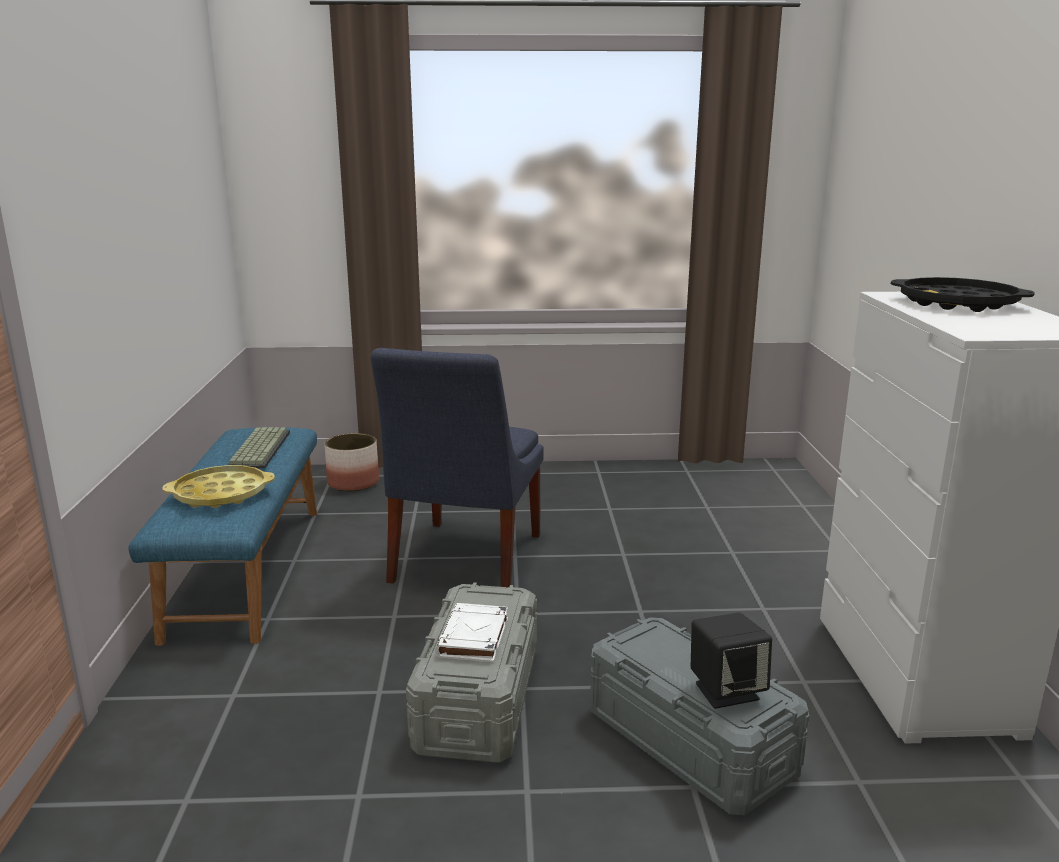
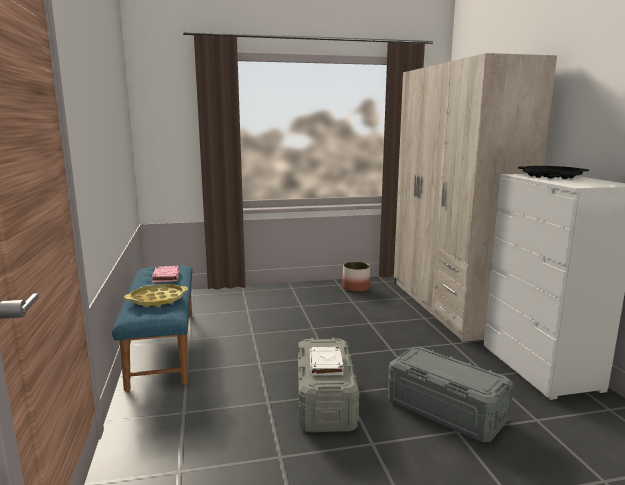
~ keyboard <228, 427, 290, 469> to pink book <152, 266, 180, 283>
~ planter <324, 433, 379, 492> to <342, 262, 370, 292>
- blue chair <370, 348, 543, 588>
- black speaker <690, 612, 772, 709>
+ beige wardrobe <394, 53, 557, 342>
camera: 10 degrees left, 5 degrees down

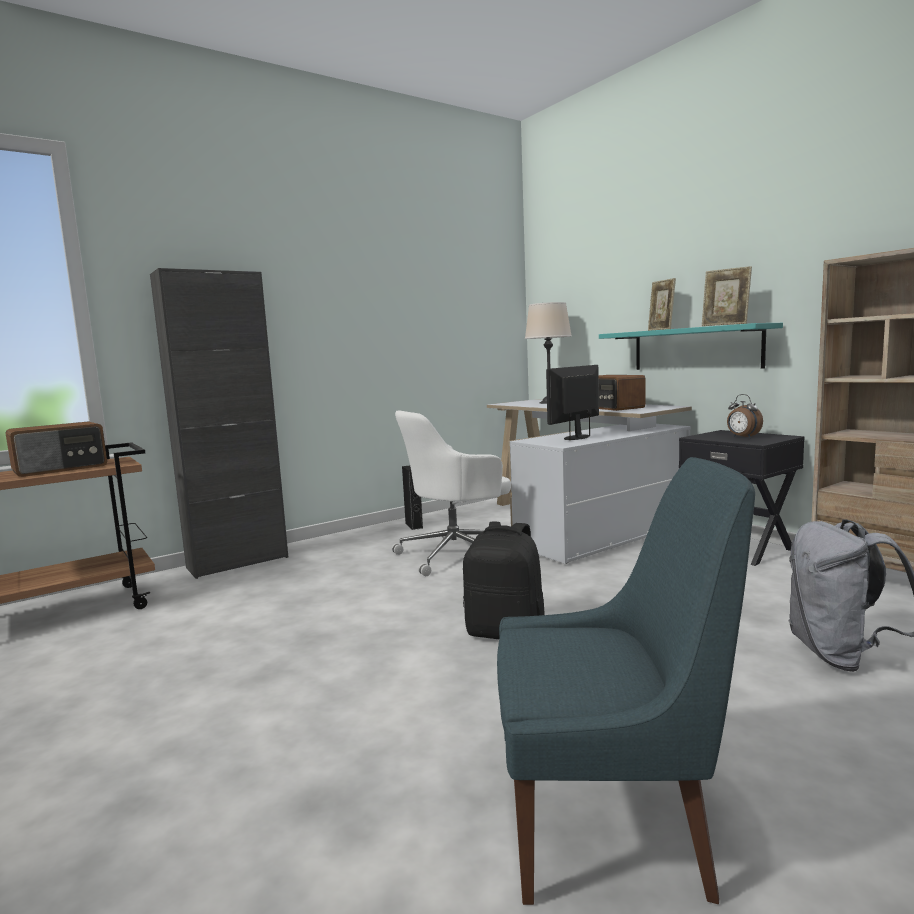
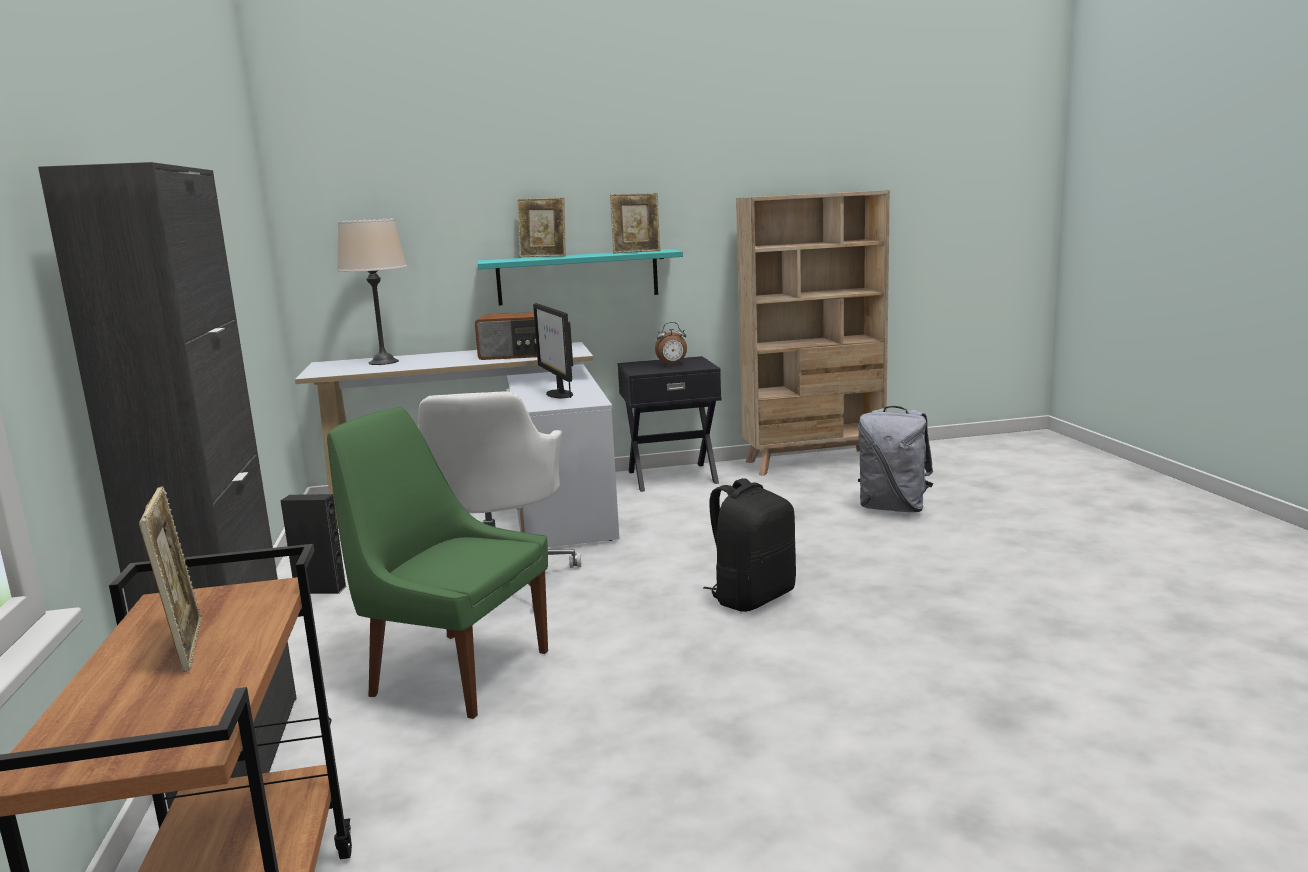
~ radio <5, 421, 107, 477> to picture frame <139, 486, 202, 672>
- blue chair <497, 457, 755, 905>
+ green chair <327, 407, 548, 719>
camera: 65 degrees left, 5 degrees up

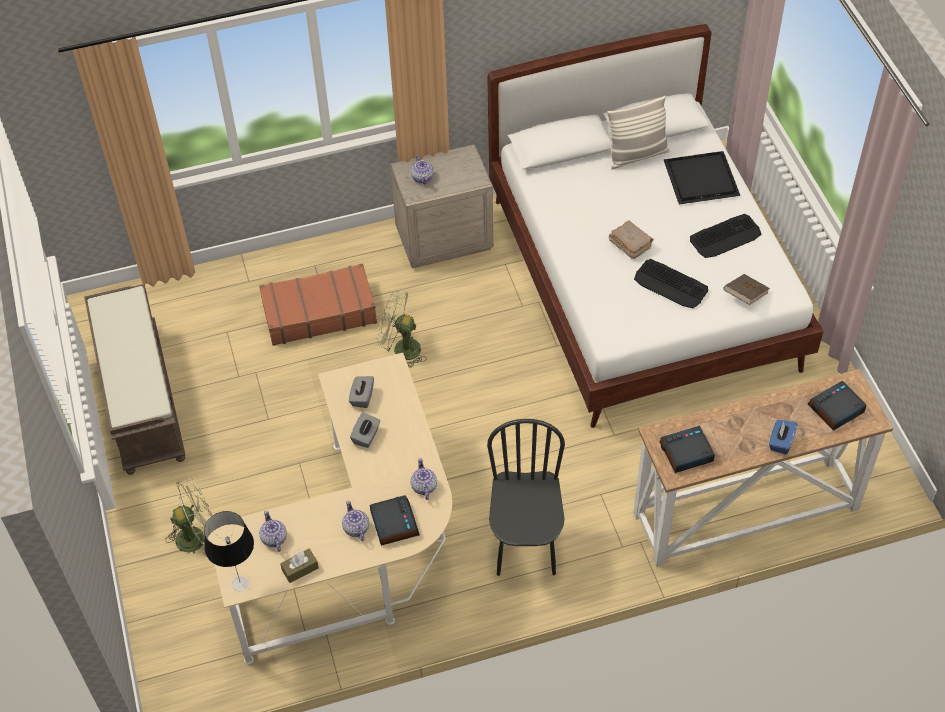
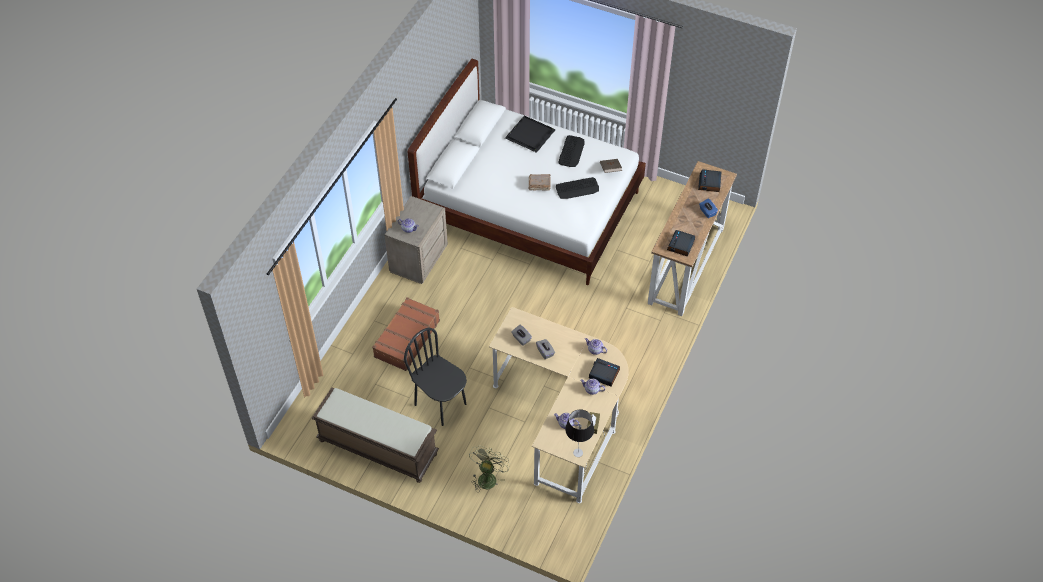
- green fan <376, 291, 427, 368>
~ black chair <487, 419, 565, 576> to <404, 328, 467, 426>
- pillow <607, 96, 670, 170>
camera: 50 degrees left, 0 degrees up

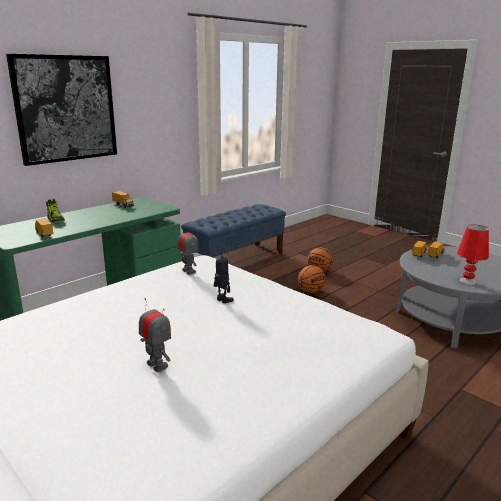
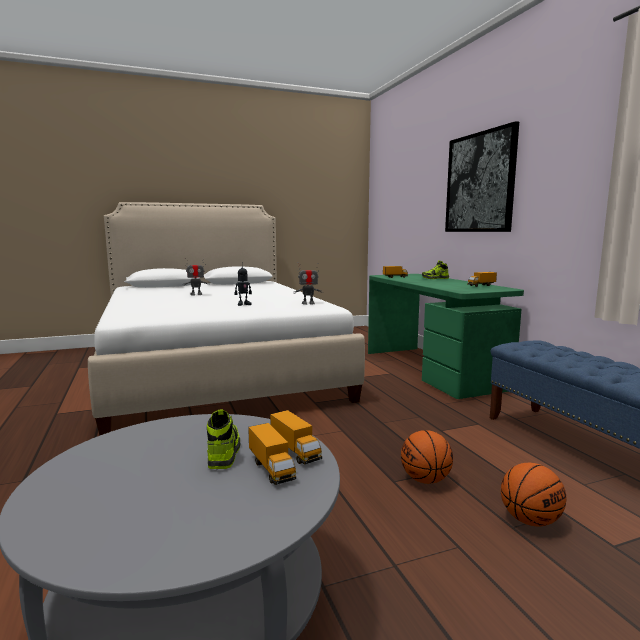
- red table lamp <457, 225, 489, 285>
+ shoe <207, 409, 240, 469>
camera: 115 degrees right, 10 degrees down

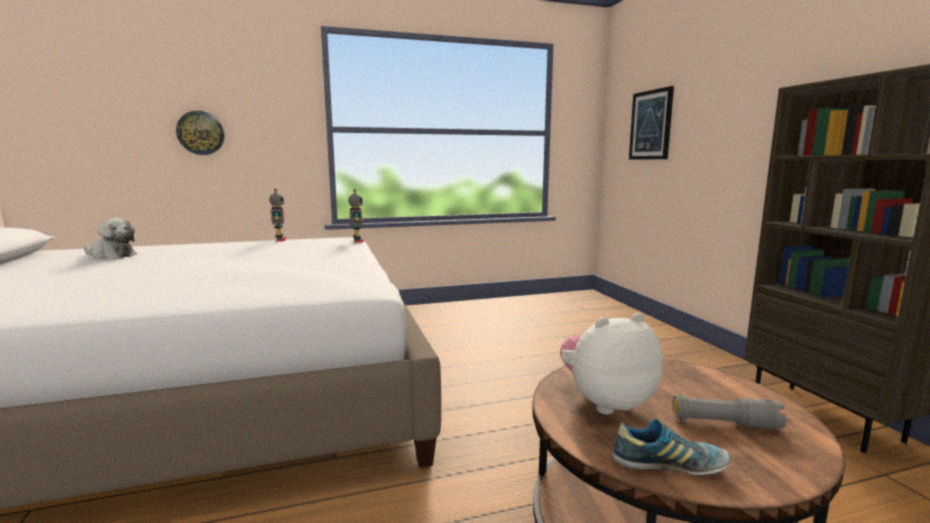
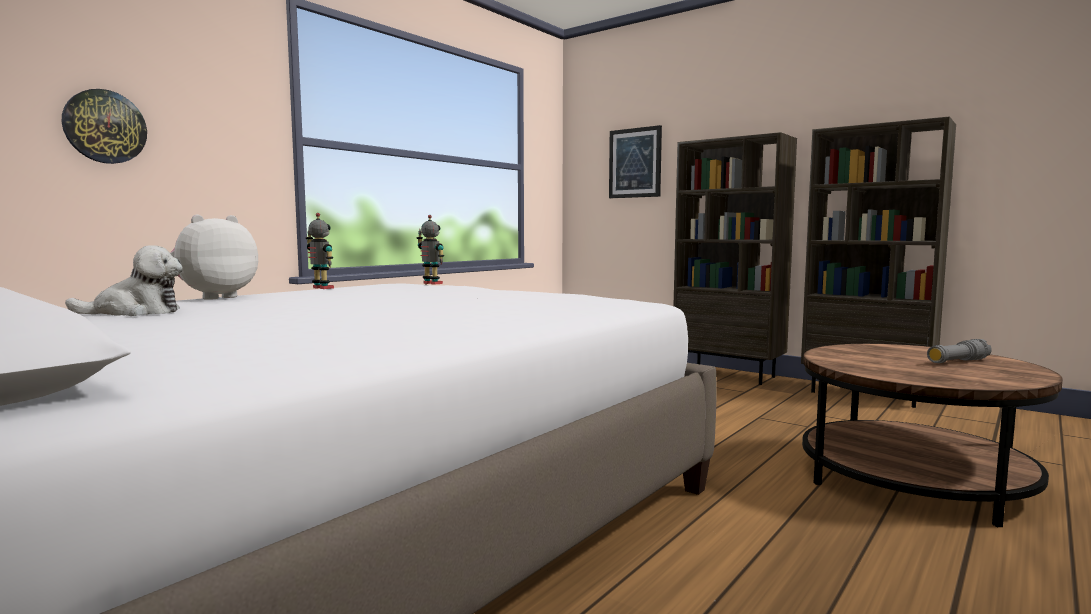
~ plush toy <560, 313, 663, 414> to <170, 215, 258, 300>
- shoe <613, 419, 731, 475>
+ brown bookcase <673, 132, 797, 385>
camera: 35 degrees left, 5 degrees down

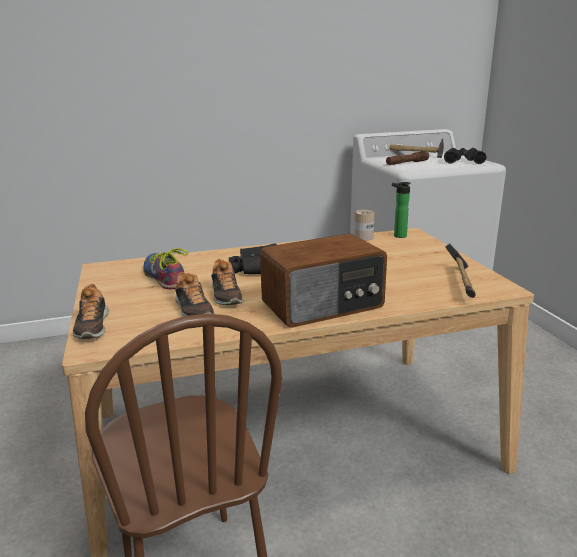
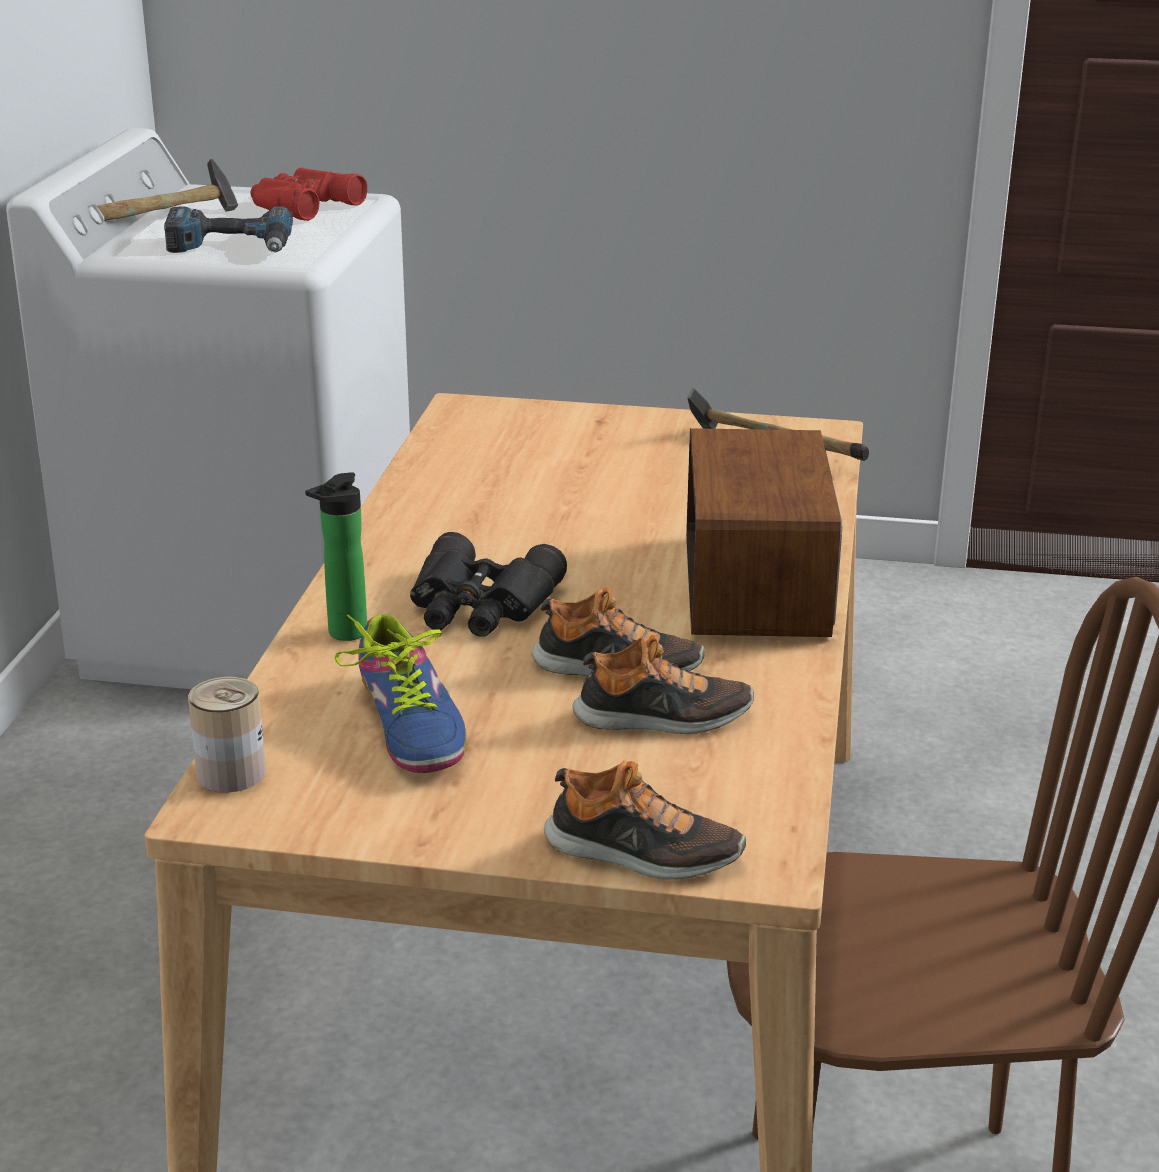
~ shoe <143, 248, 188, 289> = <335, 614, 467, 773> 105 degrees counterclockwise
~ can <354, 210, 374, 241> to <188, 677, 266, 792>
~ brown flashlight <386, 151, 429, 165> to power drill <164, 206, 293, 253>
~ bottle <392, 182, 411, 238> to <305, 472, 367, 641>
~ black binoculars <444, 148, 487, 164> to red binoculars <250, 167, 367, 221>
camera: 65 degrees left, 5 degrees up

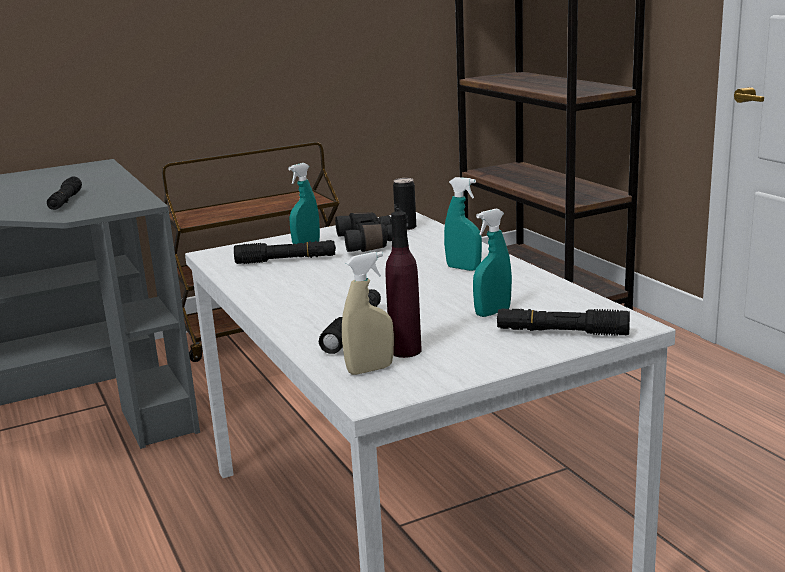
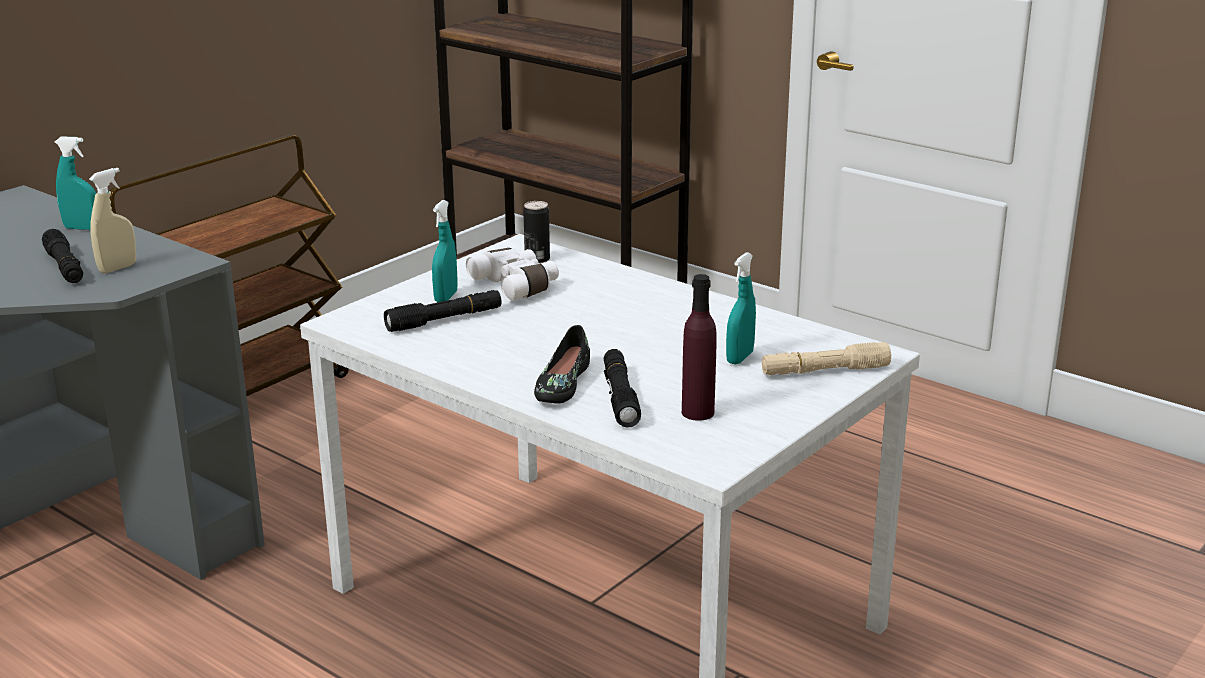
~ black binoculars <335, 212, 392, 252> to white binoculars <466, 248, 559, 301>
~ beige spray bottle <342, 252, 394, 375> to <89, 168, 136, 273>
~ turquoise spray bottle <444, 177, 482, 271> to <55, 137, 96, 230>
~ black flashlight <497, 309, 630, 336> to beige flashlight <762, 342, 891, 375>
+ black shoe <534, 325, 590, 404>
camera: 25 degrees left, 5 degrees up

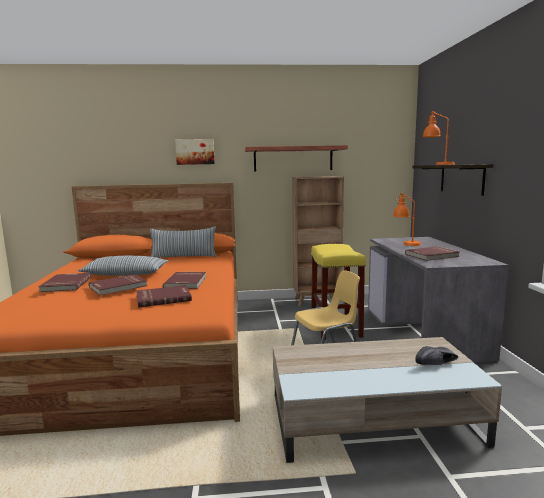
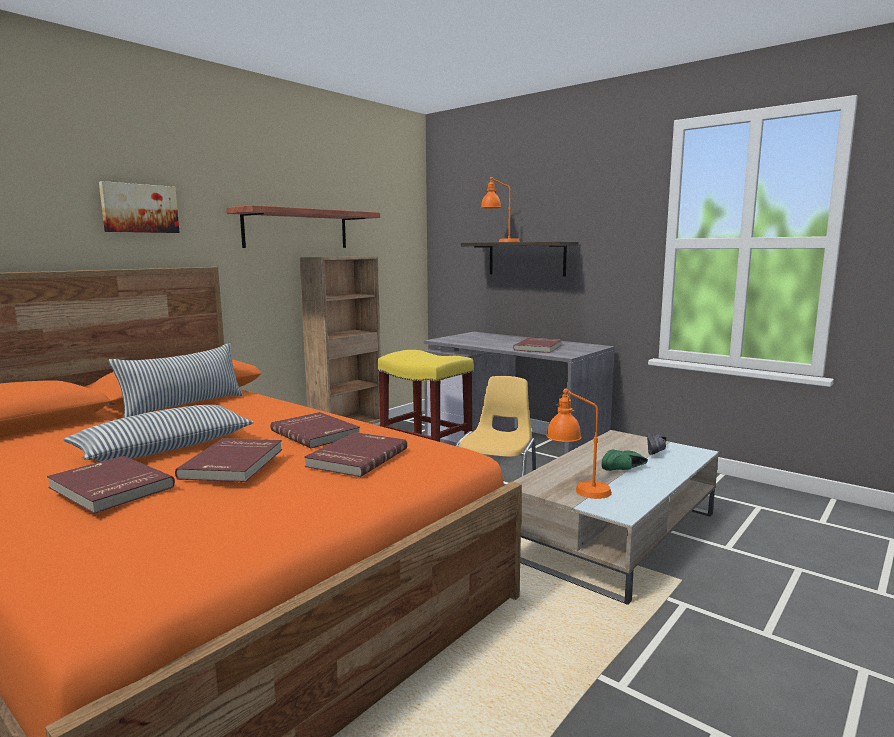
~ orange table lamp <393, 193, 421, 246> to <546, 388, 612, 499>
+ green shoe <602, 449, 648, 471>
camera: 45 degrees left, 0 degrees up

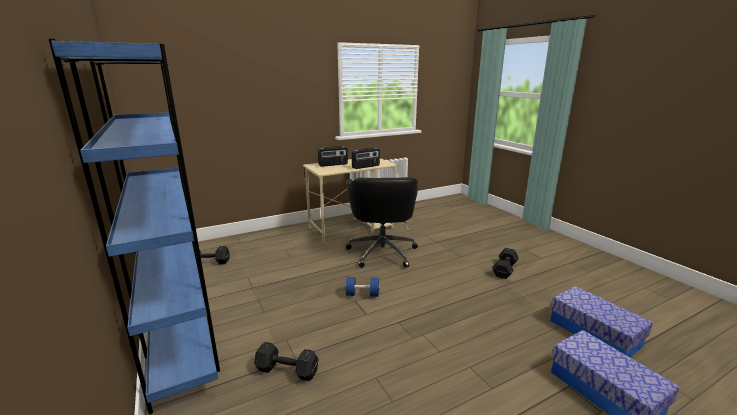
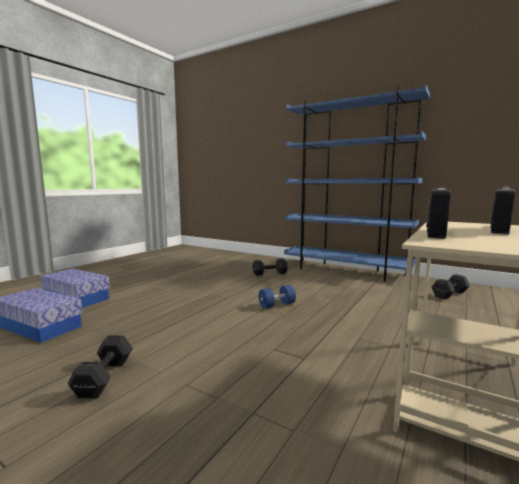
- black office chair <346, 177, 418, 268>
camera: 150 degrees right, 10 degrees down

